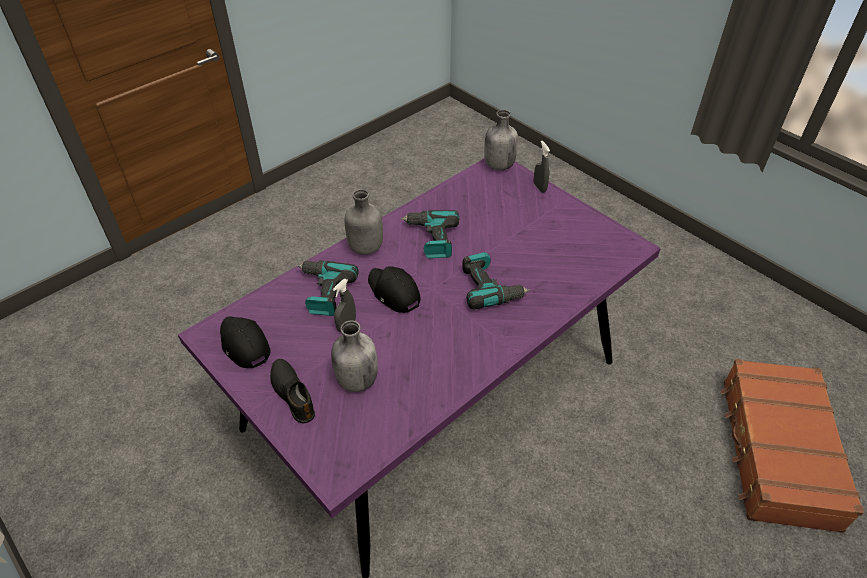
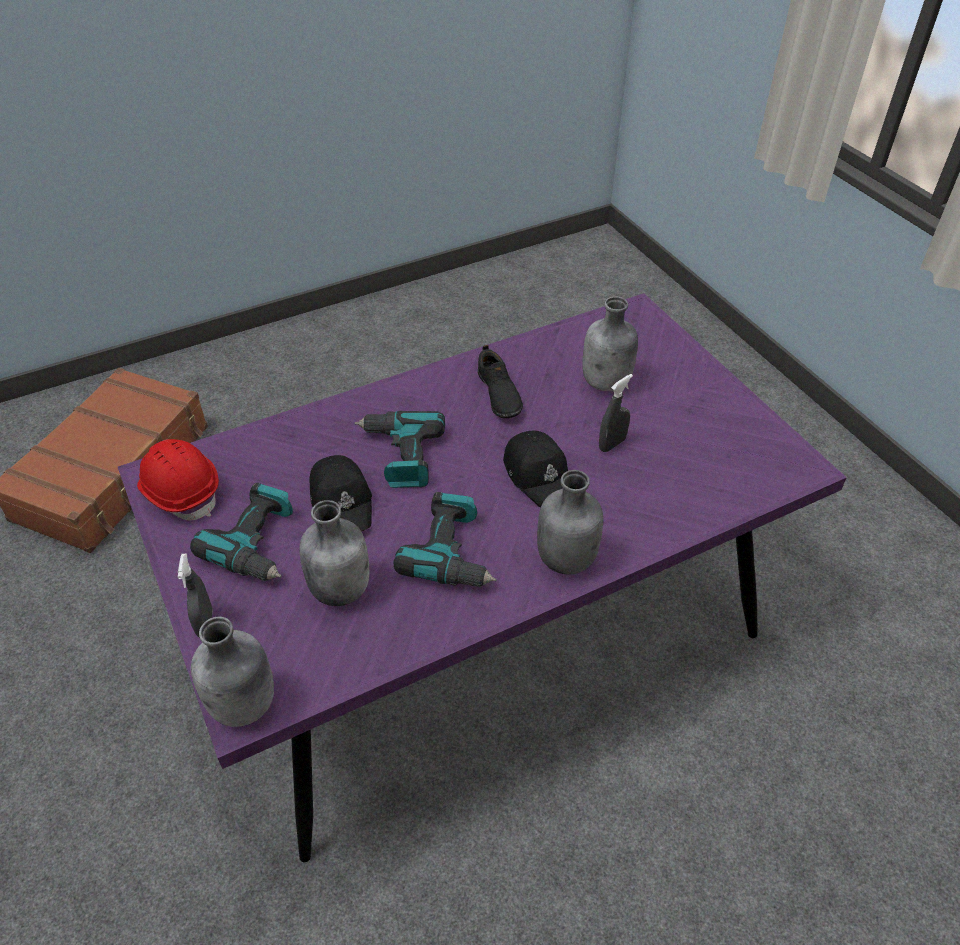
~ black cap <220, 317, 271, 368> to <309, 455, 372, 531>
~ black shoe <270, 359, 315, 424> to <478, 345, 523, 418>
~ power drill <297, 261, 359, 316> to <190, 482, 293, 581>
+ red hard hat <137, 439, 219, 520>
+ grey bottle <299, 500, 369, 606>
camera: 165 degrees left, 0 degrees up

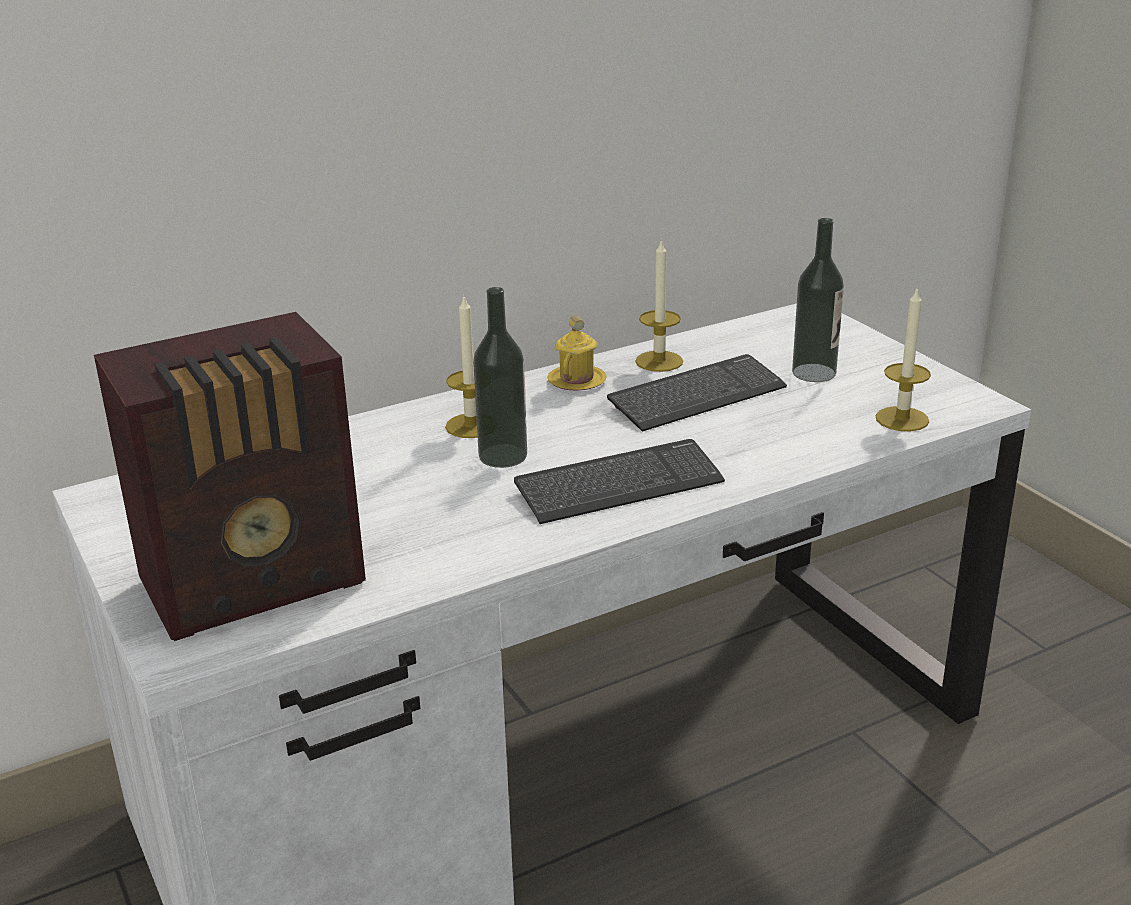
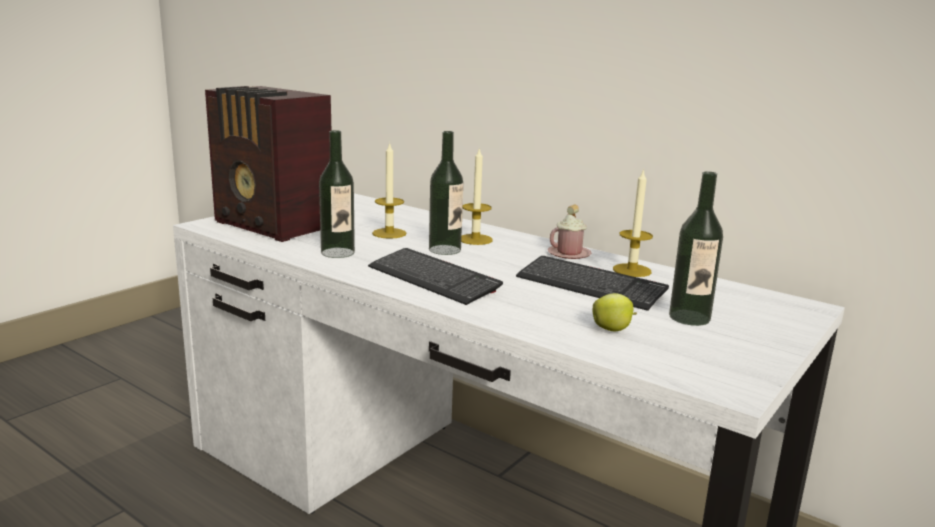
~ yellow mug <547, 315, 607, 391> to pink mug <548, 204, 591, 259>
~ candle <876, 287, 931, 431> to <372, 142, 407, 239>
+ bottle <319, 130, 355, 258>
+ apple <592, 293, 637, 331>
camera: 65 degrees right, 10 degrees down

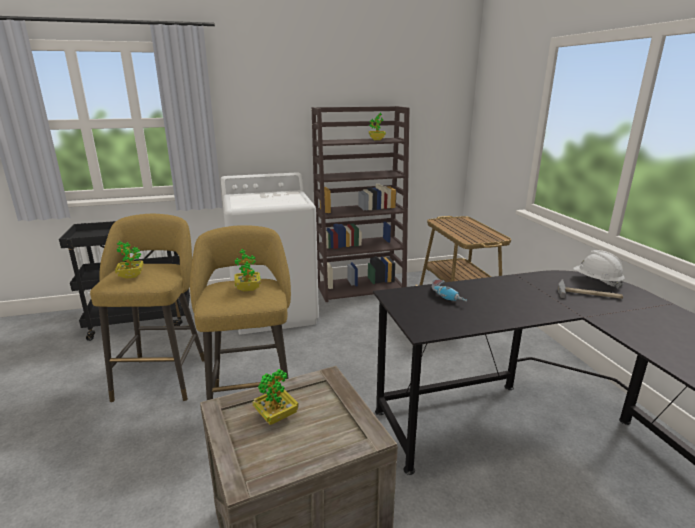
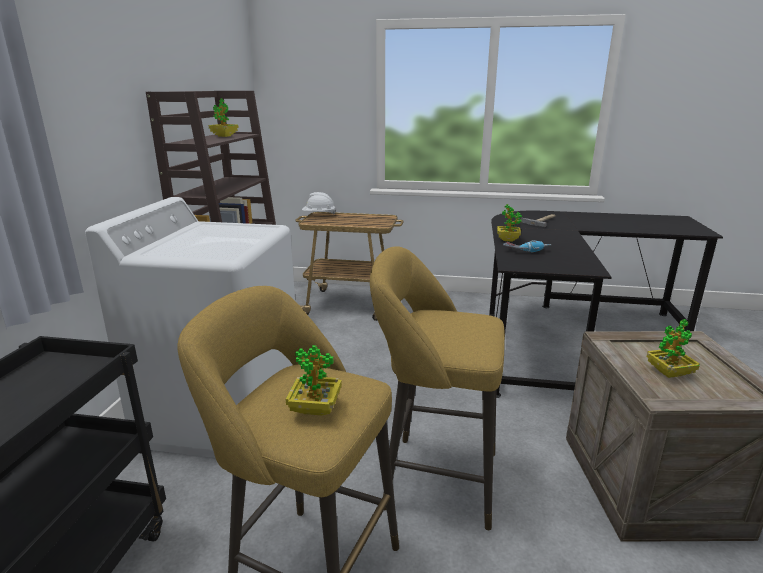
~ potted plant <235, 249, 261, 291> to <497, 204, 522, 242>
~ white hard hat <573, 250, 625, 289> to <302, 192, 336, 214>
camera: 65 degrees left, 0 degrees up

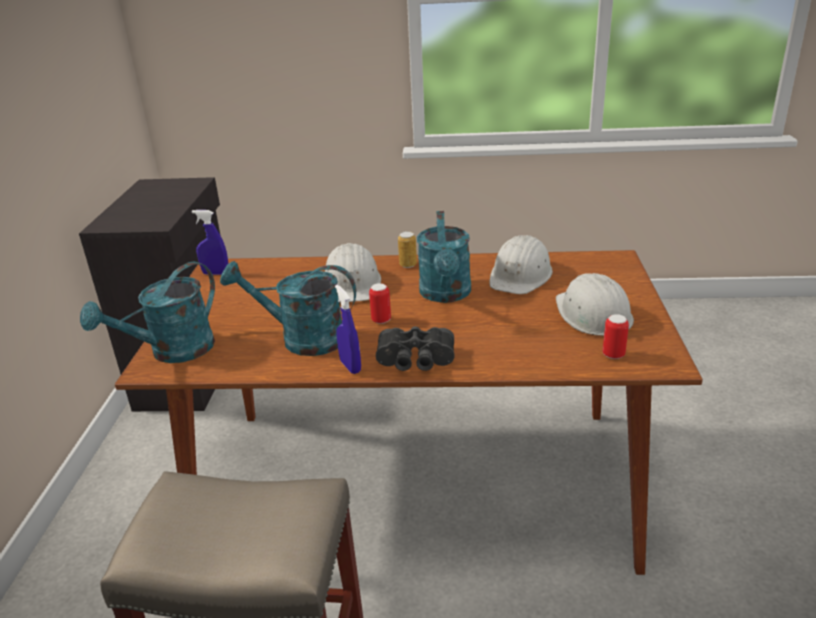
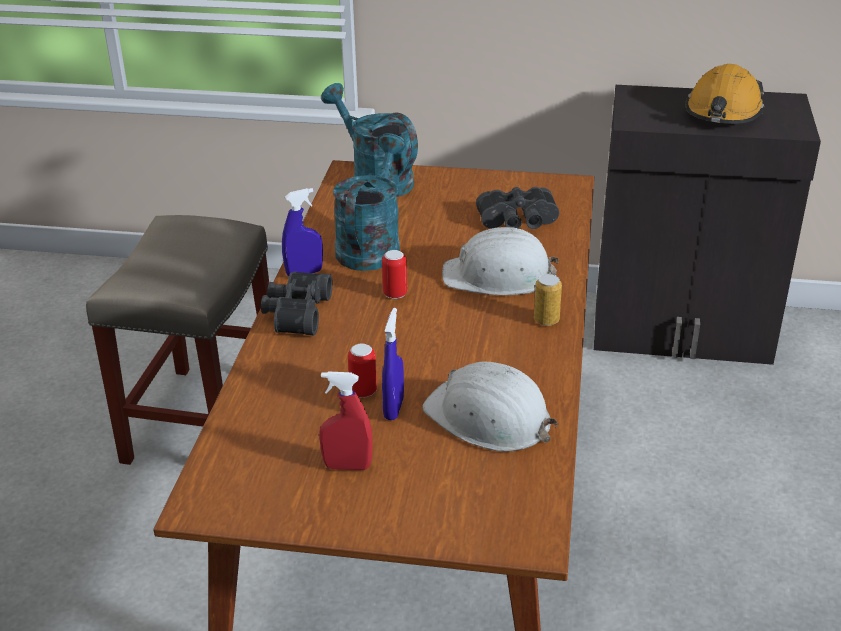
~ blue spray bottle <192, 210, 228, 275> to <382, 308, 404, 420>
- turquoise watering can <417, 211, 471, 303>
~ white hard hat <556, 273, 634, 336> to red spray bottle <319, 371, 373, 470>
~ can <603, 314, 629, 359> to <348, 343, 377, 398>
+ black binoculars <476, 187, 559, 229>
+ orange hard hat <685, 64, 764, 124>
camera: 95 degrees right, 5 degrees up

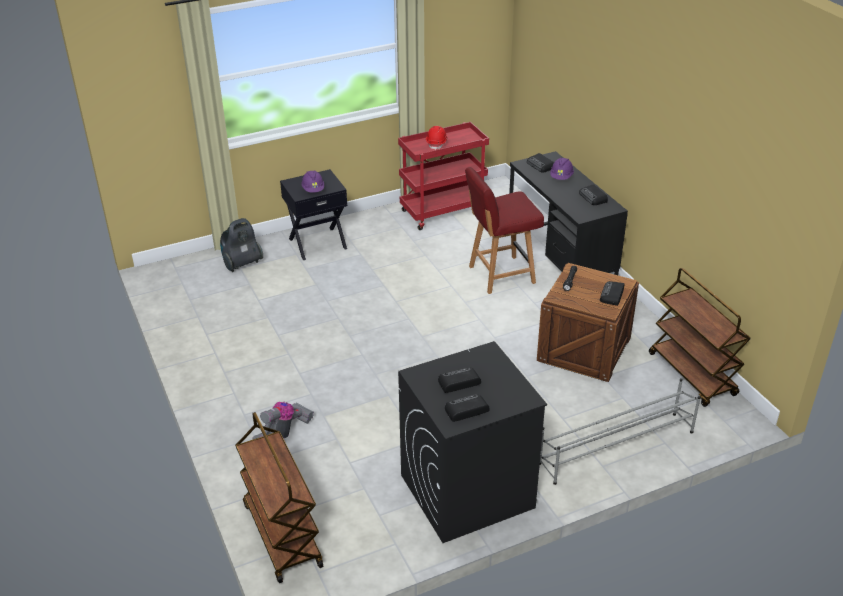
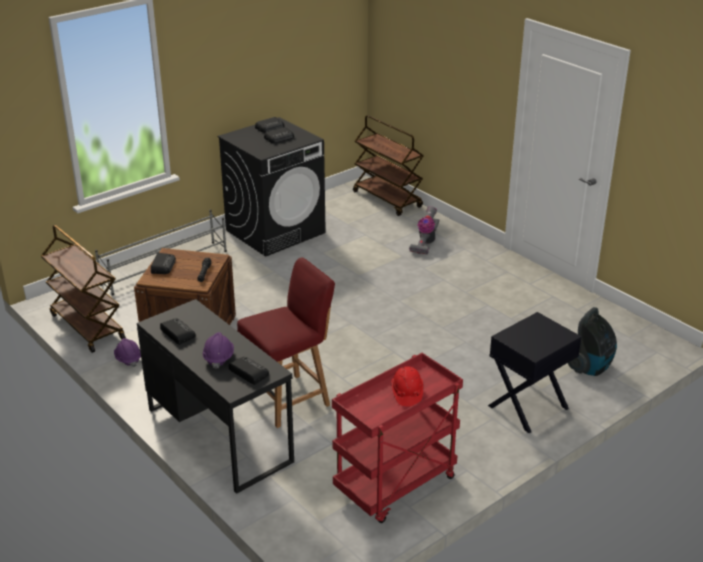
~ purple hard hat <301, 170, 324, 193> to <114, 338, 141, 367>
camera: 165 degrees right, 5 degrees down

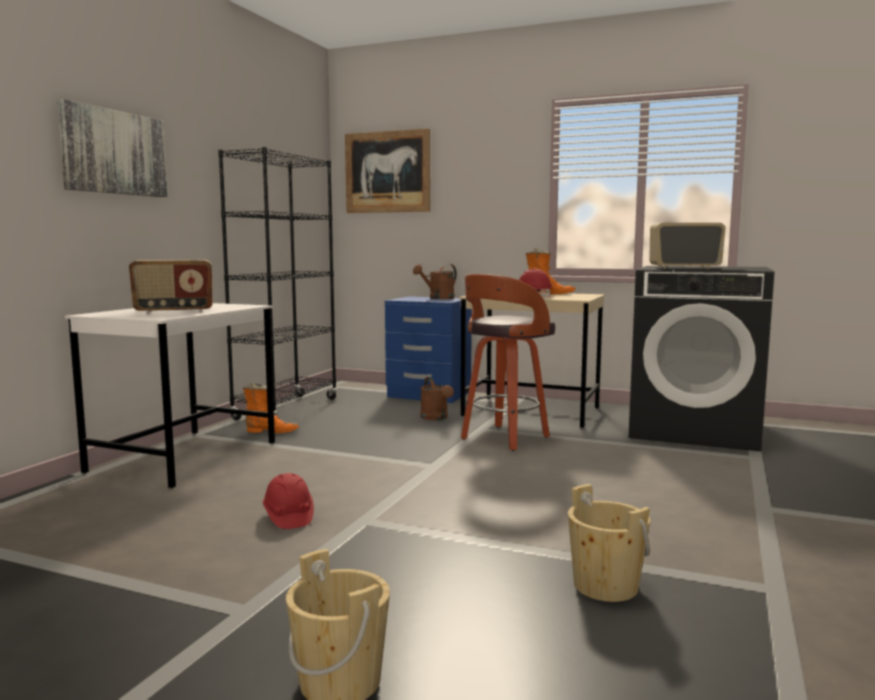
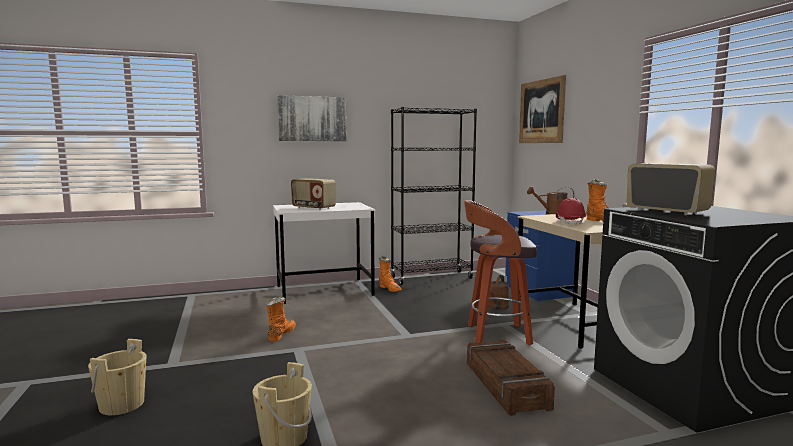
~ red hard hat <262, 473, 314, 529> to orange boot <267, 297, 296, 342>
+ crate <467, 340, 555, 416>
camera: 50 degrees right, 0 degrees up

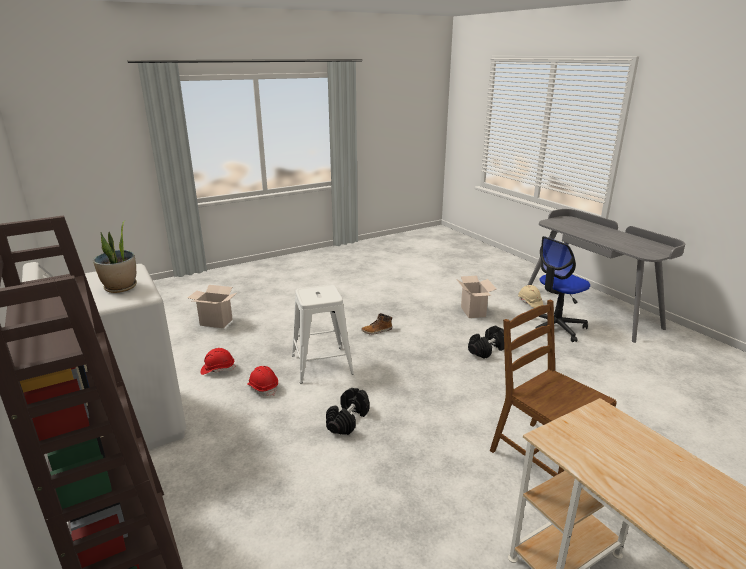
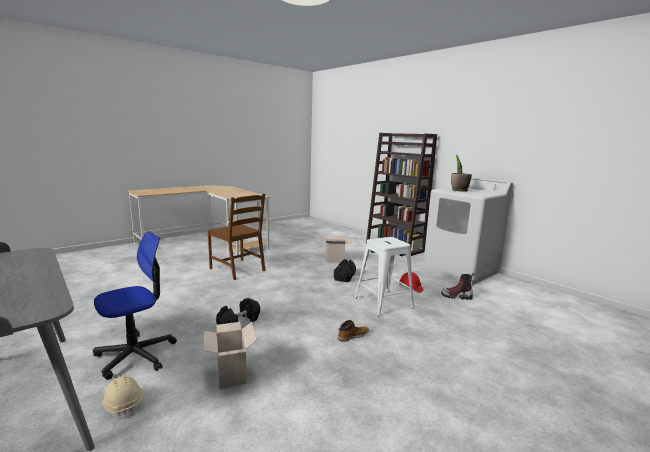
~ cardboard box <188, 285, 237, 328> to <320, 236, 352, 263>
~ red hard hat <201, 348, 236, 375> to boot <441, 273, 475, 300>
camera: 170 degrees right, 10 degrees down

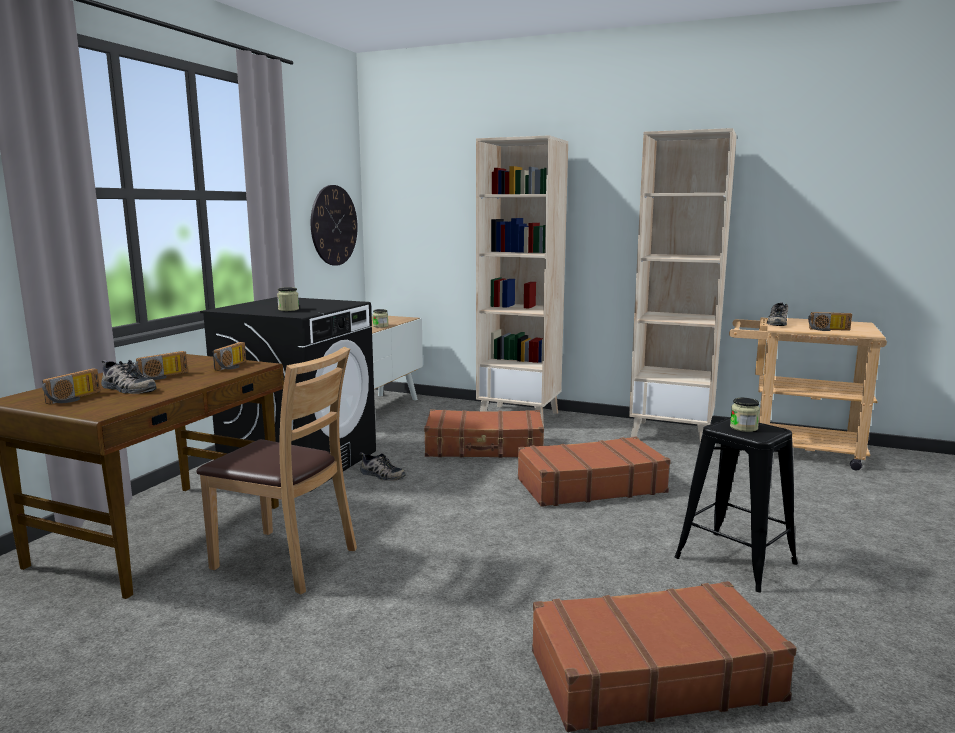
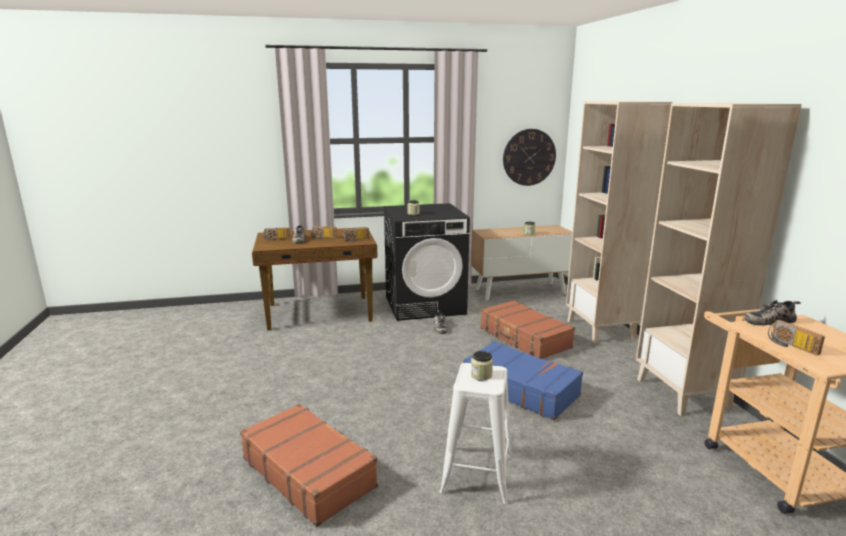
- brown chair <196, 347, 357, 595>
~ brown suitcase <518, 437, 671, 507> to blue suitcase <463, 341, 583, 420>
~ black stool <674, 417, 798, 592> to white stool <440, 363, 512, 504>
camera: 55 degrees right, 5 degrees up

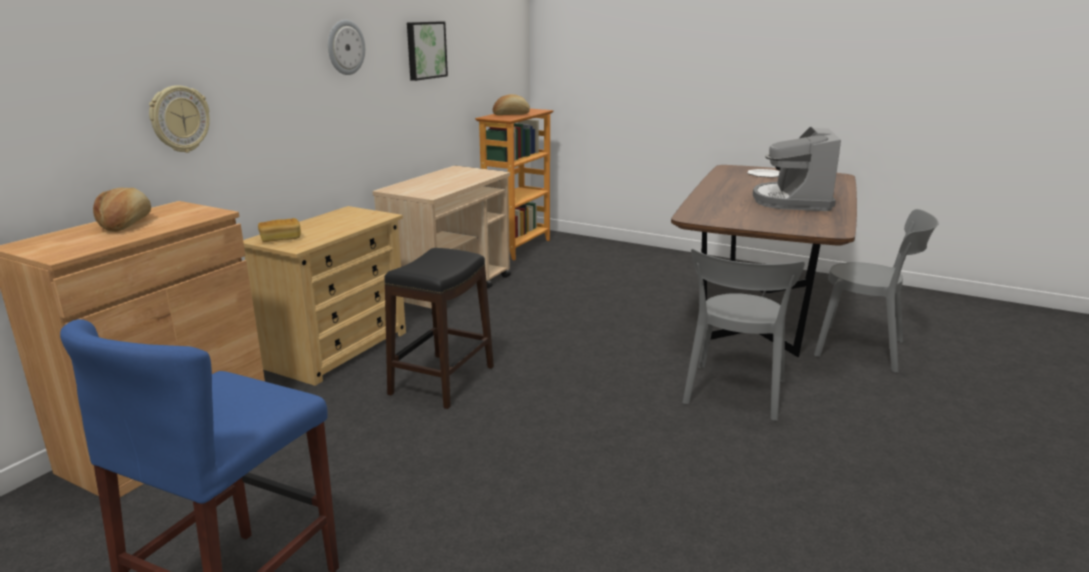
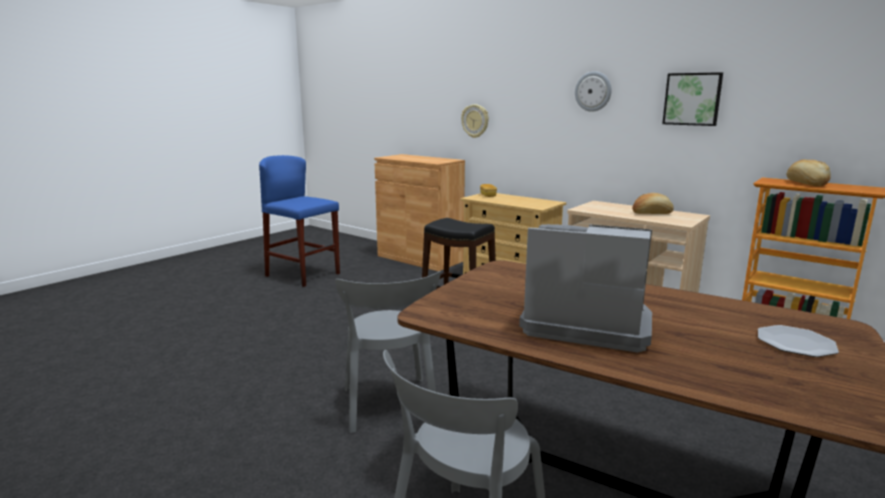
~ bread <93, 188, 151, 232> to <632, 193, 673, 214>
~ grey chair <682, 249, 805, 421> = <335, 271, 441, 433> 135 degrees counterclockwise
camera: 100 degrees right, 5 degrees down

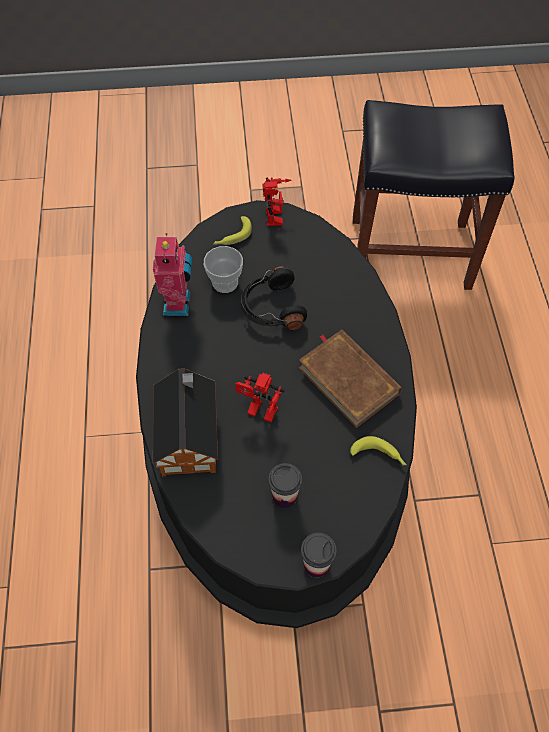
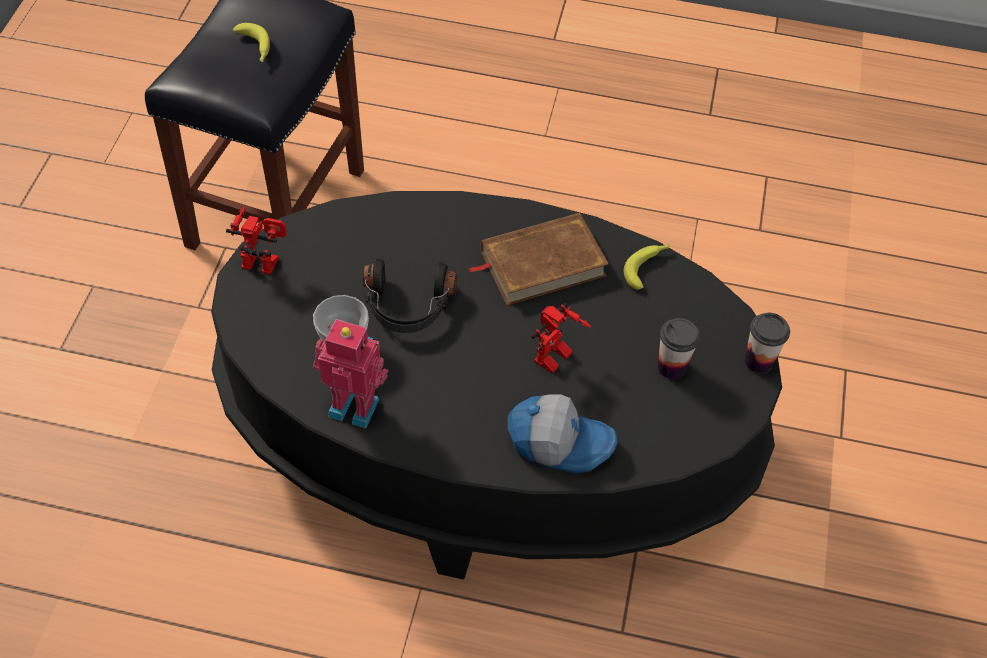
~ toy house <153, 368, 218, 476> to cap <508, 394, 618, 473>
~ banana <213, 216, 252, 245> to <233, 23, 270, 62>
camera: 75 degrees left, 5 degrees down

